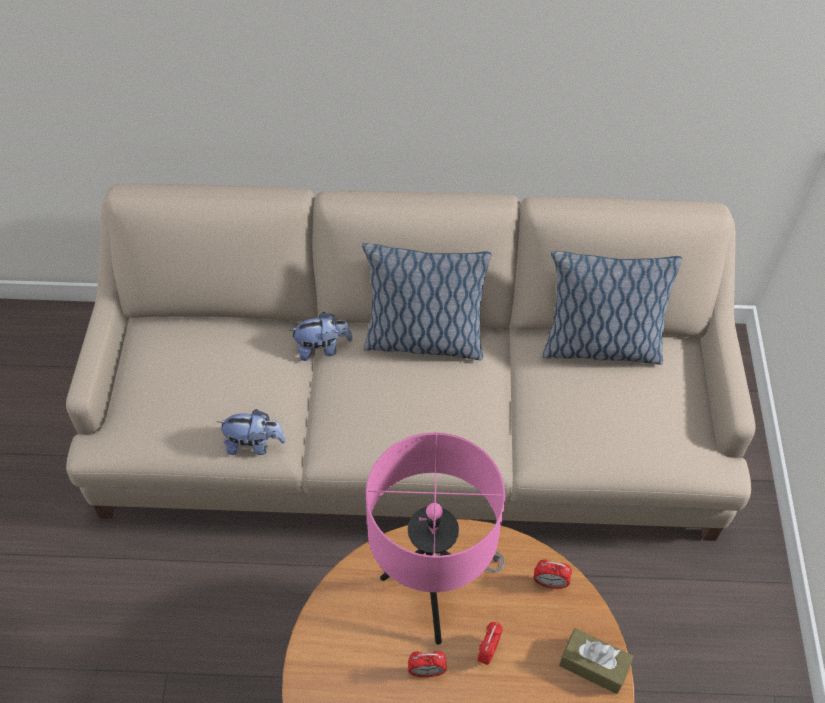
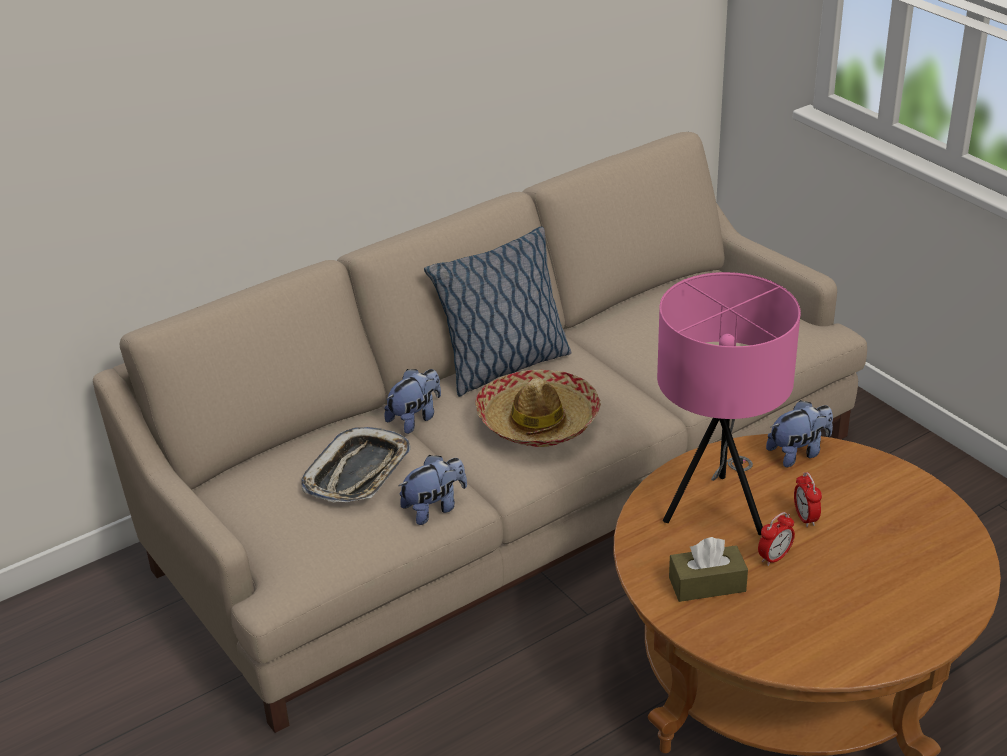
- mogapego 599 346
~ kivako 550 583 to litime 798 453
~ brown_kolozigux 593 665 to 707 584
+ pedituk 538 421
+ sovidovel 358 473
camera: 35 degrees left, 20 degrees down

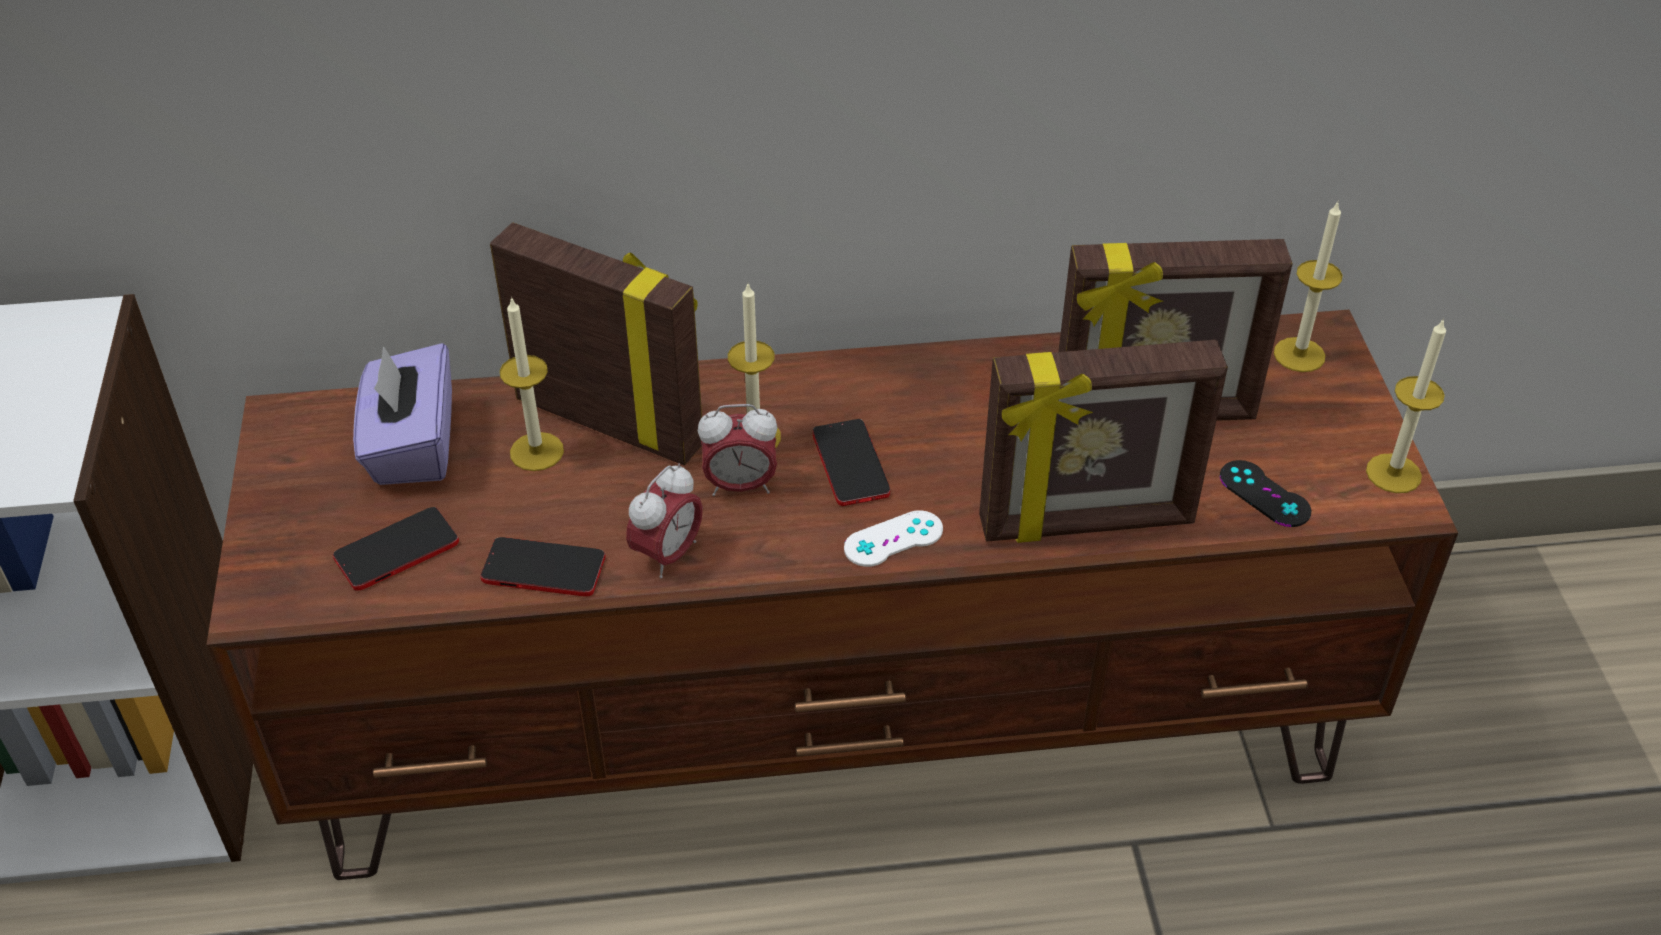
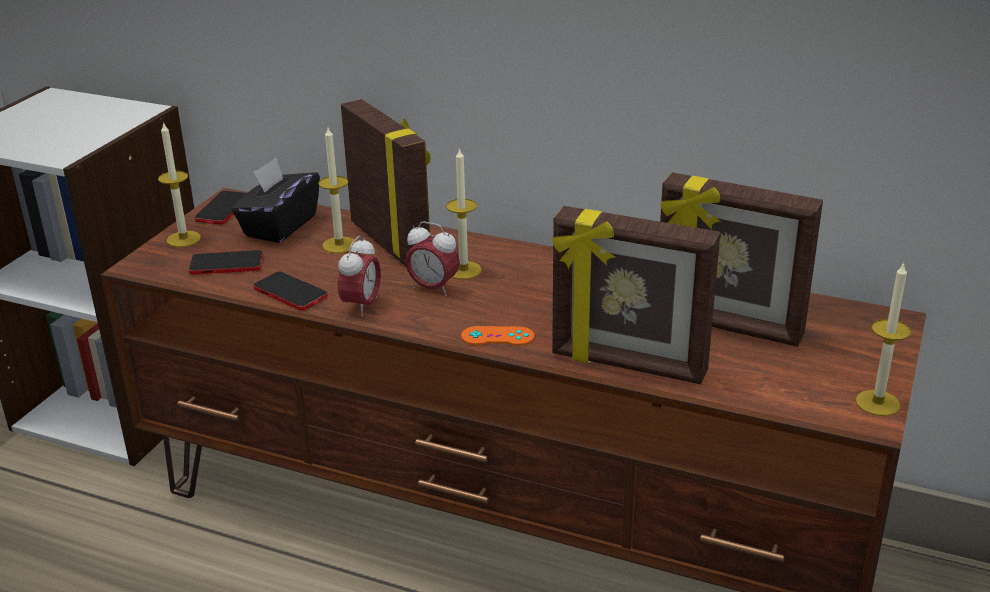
~ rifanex 1299 355 to 183 239
~ purple_kolozigux 412 446 to black_kolozigux 279 226
~ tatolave 850 464 to 223 209
- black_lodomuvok 1264 494
~ kivako 668 555 = 361 306 45 degrees counterclockwise
~ white_lodomuvok 893 539 to orange_lodomuvok 497 336
camera: 30 degrees right, 15 degrees down

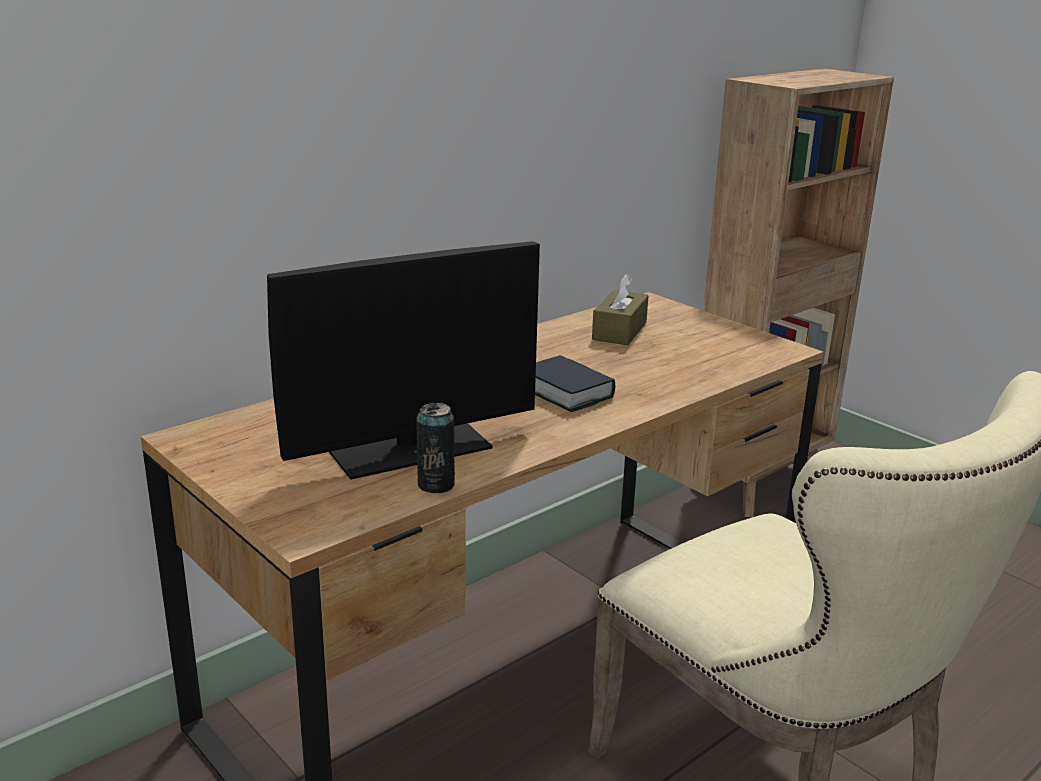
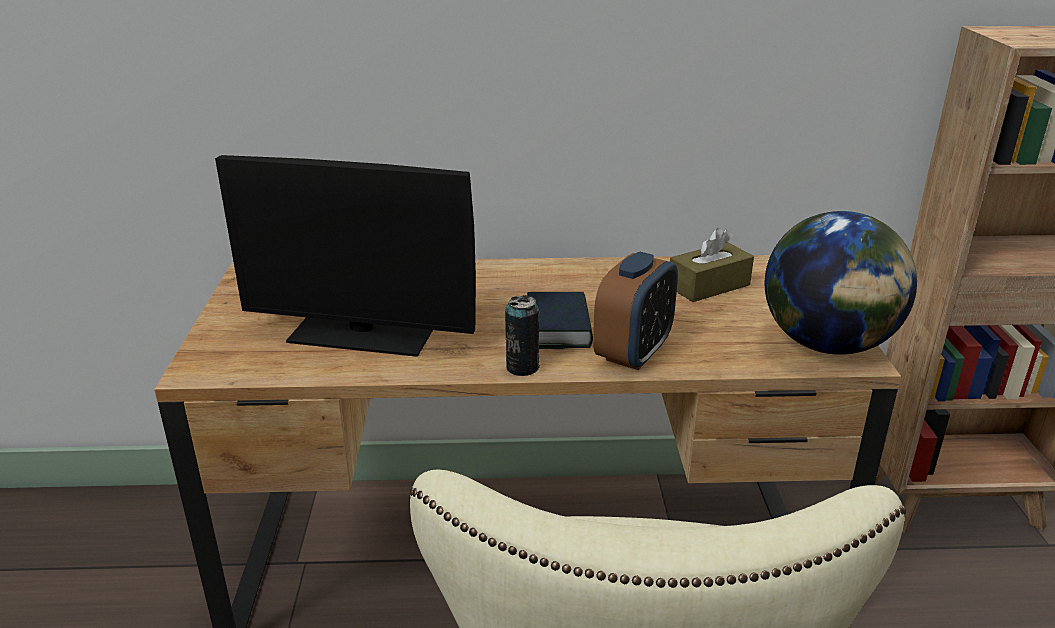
~ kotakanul 436 484 to 522 367
+ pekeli 828 344
+ kivako 633 353
camera: 40 degrees right, 5 degrees up

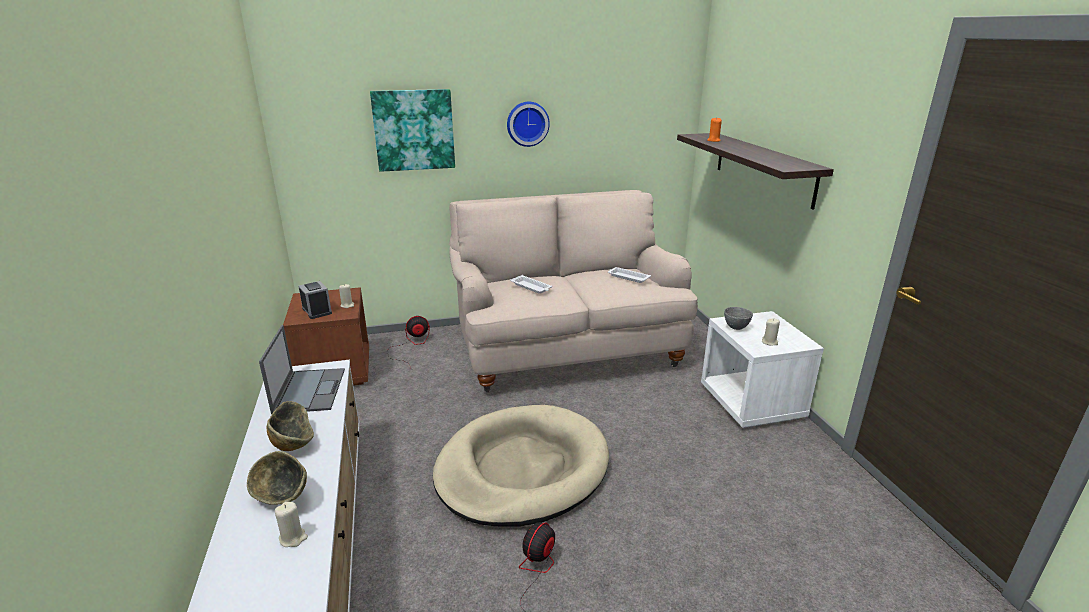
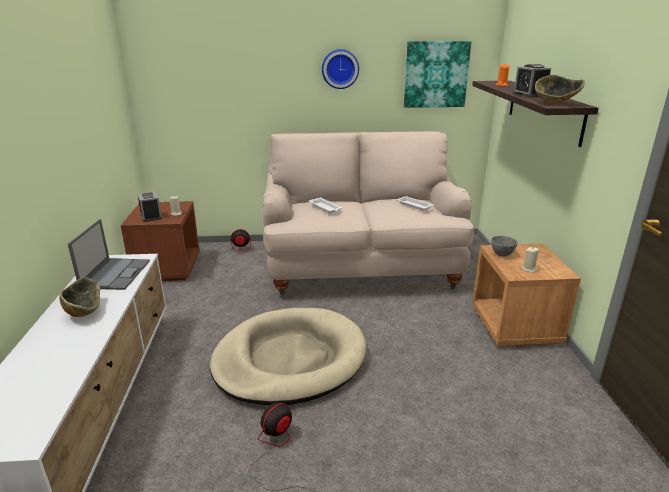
~ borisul 414 130 to 436 74
~ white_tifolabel 752 403 to brown_tifolabel 515 326
~ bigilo 284 499 to 555 104
- beige_rifanex 293 538
+ kivako 529 95
camera: 10 degrees right, 0 degrees up

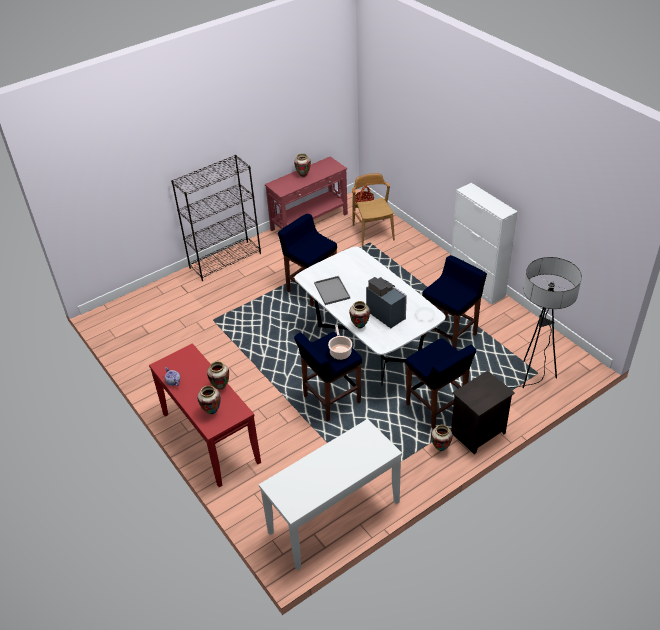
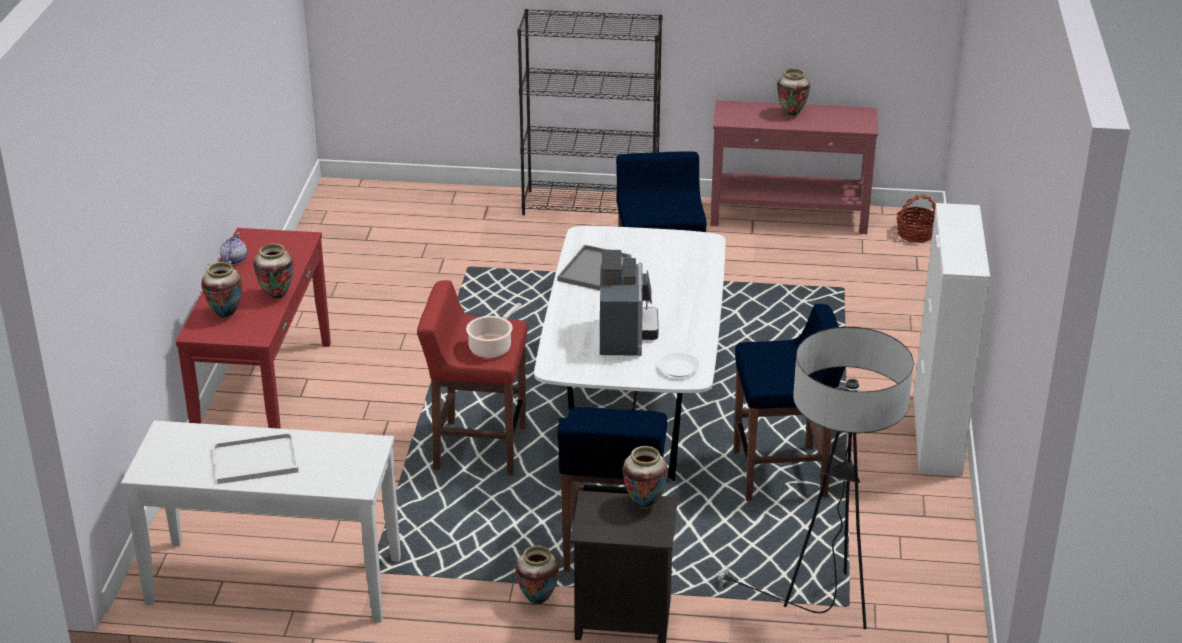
- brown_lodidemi 373 232
~ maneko 360 326 to 644 504
~ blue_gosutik 331 399 to red_gosutik 478 448
+ white_sovidovel 253 461
camera: 40 degrees right, 10 degrees down

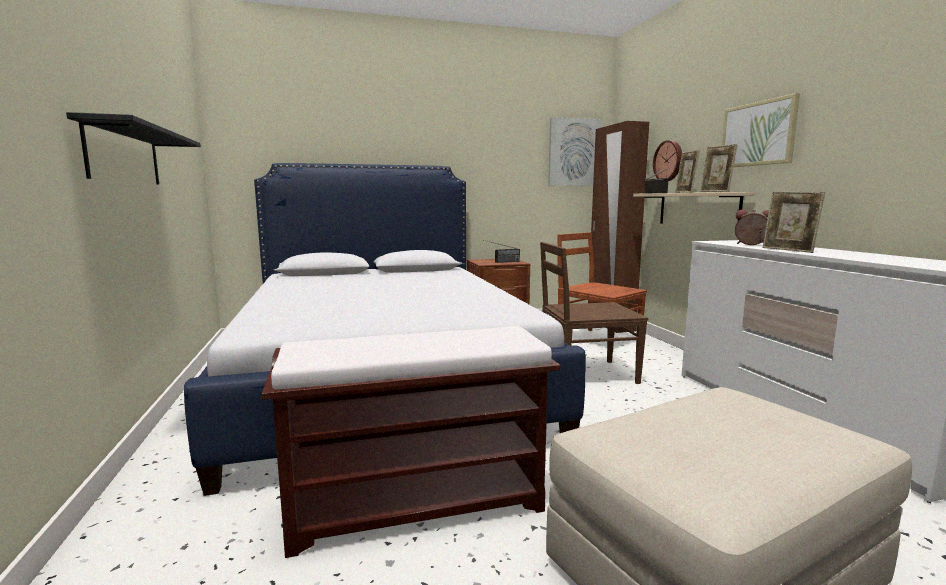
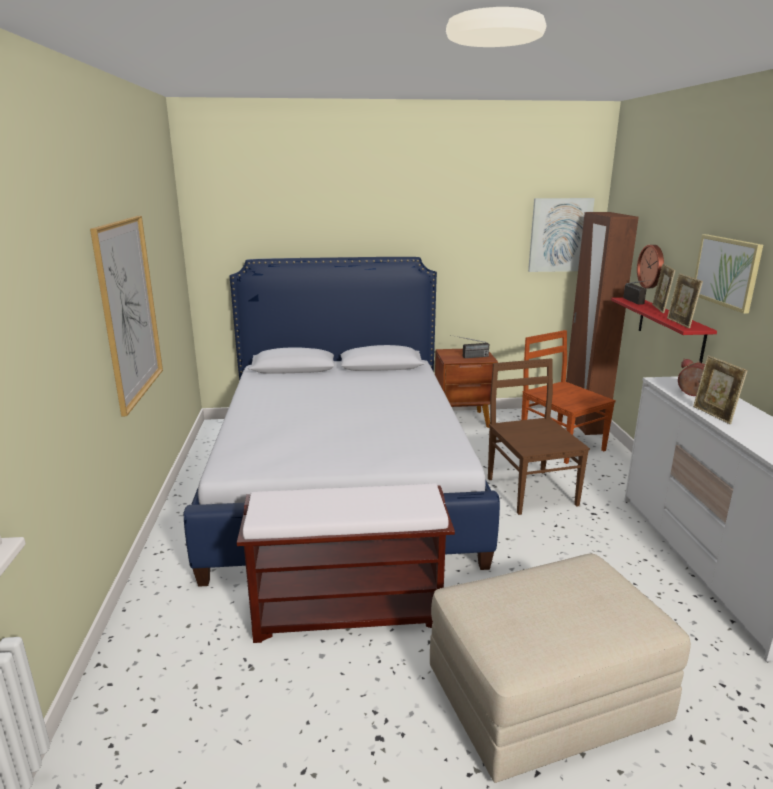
~ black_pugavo 124 156 to borisul 129 310
~ beige_pugavo 697 209 to red_pugavo 670 328
~ brown_lodidemi 586 374 = 530 490 75 degrees clockwise
camera: 10 degrees right, 10 degrees up

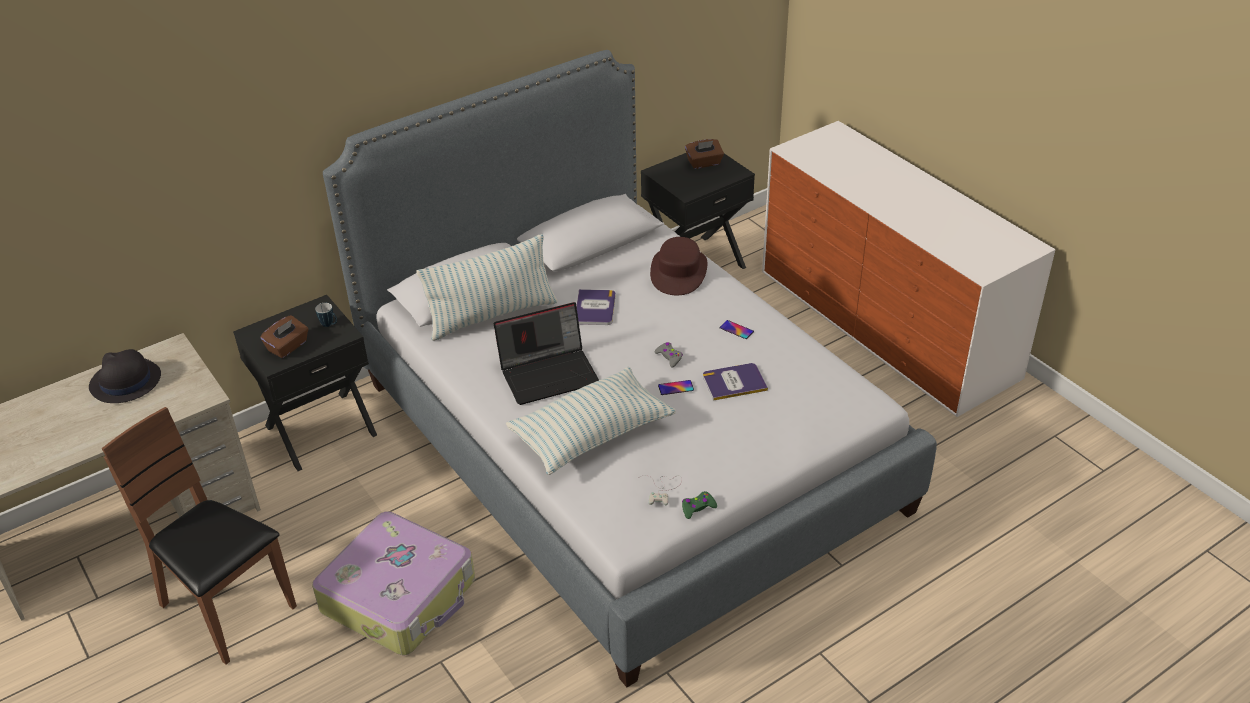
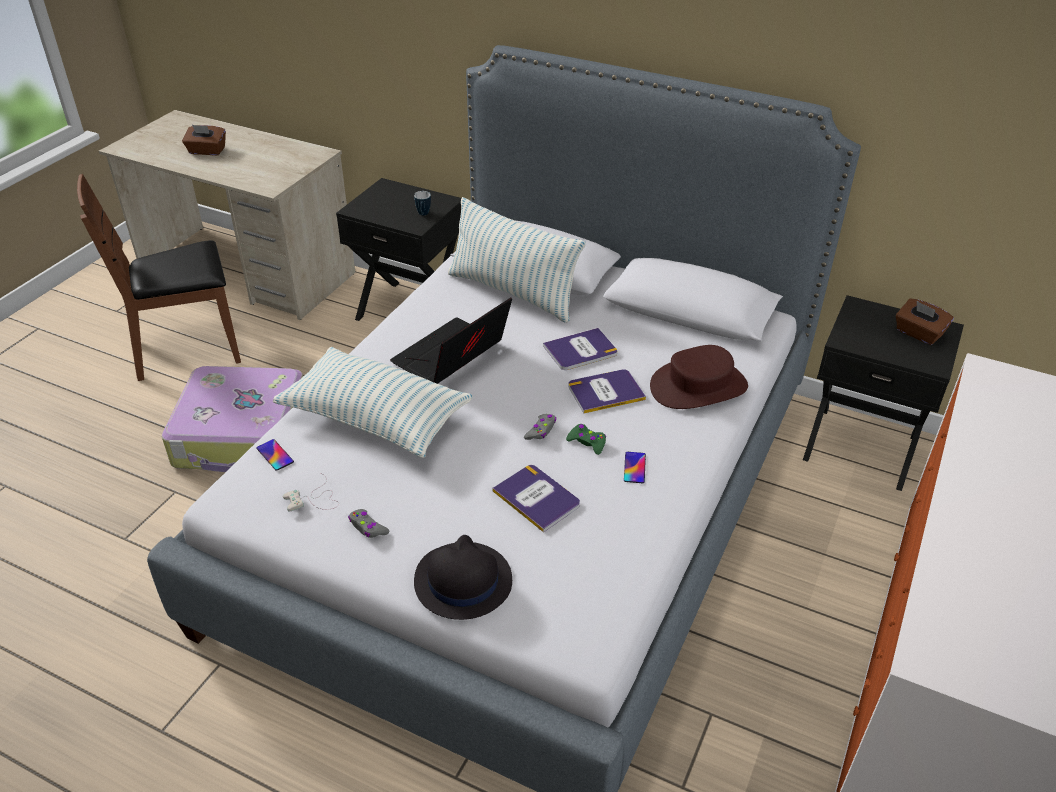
~ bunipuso 549 373 = 451 357 90 degrees clockwise
~ brown_kolozigux 288 347 to 207 151
~ black_pedituk 125 382 to 462 581
~ tatolave 676 388 to 275 455
~ brown_lodidemi 227 608 = 188 350 120 degrees counterclockwise
~ green_lodomuvok 697 508 to 587 442
+ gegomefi 605 392
+ grey_lodomuvok 368 527
camera: 60 degrees right, 0 degrees up

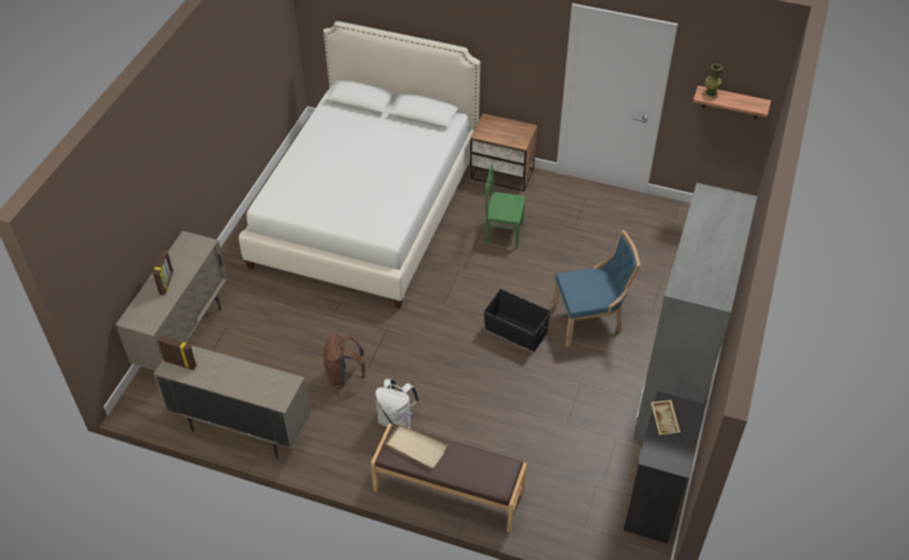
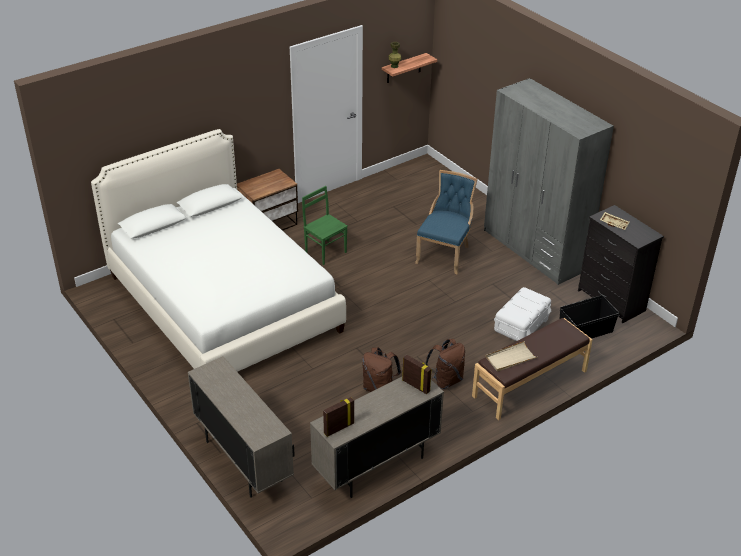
~ green_lodidemi 503 233 = 326 252 90 degrees clockwise
~ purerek 167 283 to 416 385
~ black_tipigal 515 331 to 586 331
~ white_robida 397 420 to brown_robida 446 380
+ white_tipigal 521 325
camera: 55 degrees left, 10 degrees down

